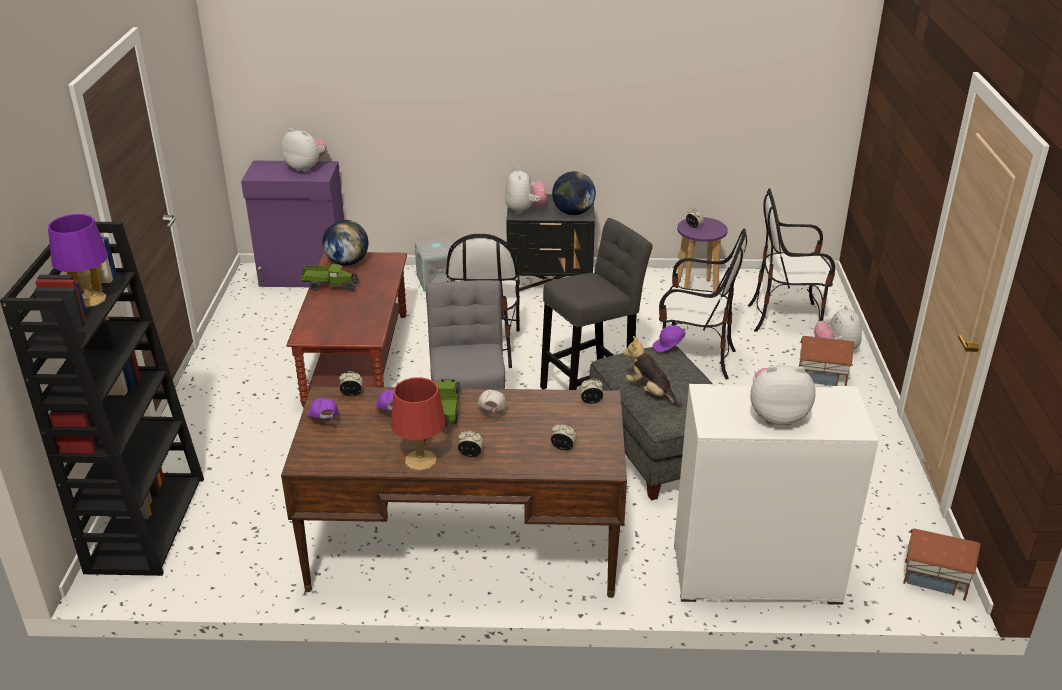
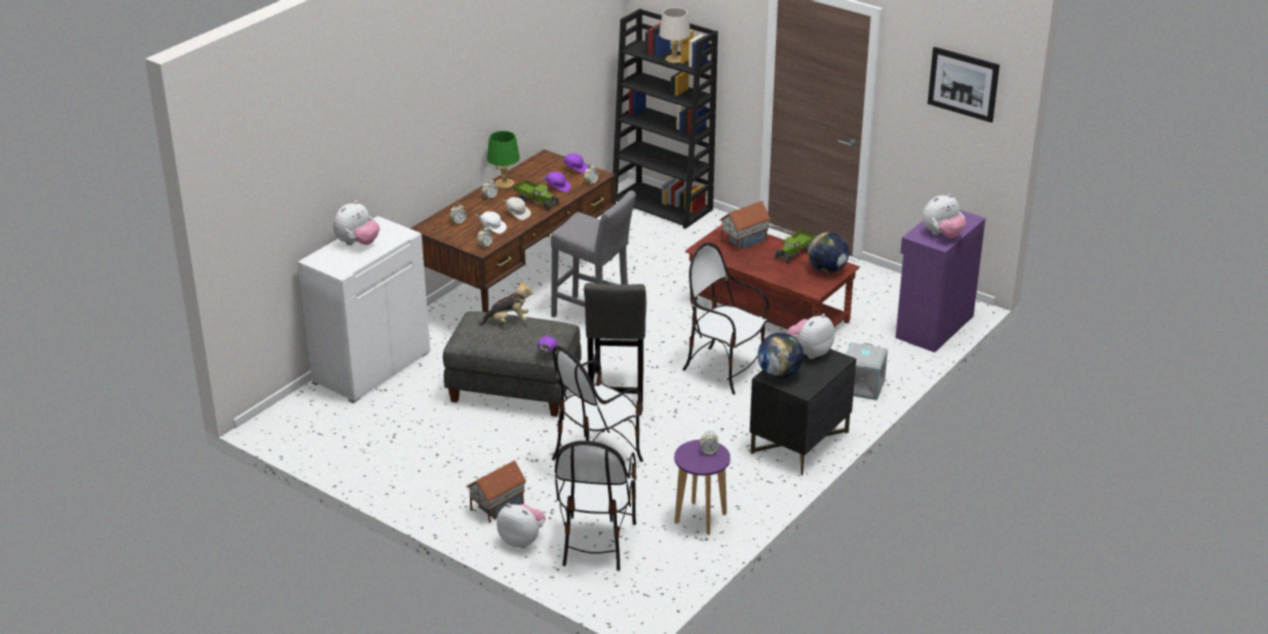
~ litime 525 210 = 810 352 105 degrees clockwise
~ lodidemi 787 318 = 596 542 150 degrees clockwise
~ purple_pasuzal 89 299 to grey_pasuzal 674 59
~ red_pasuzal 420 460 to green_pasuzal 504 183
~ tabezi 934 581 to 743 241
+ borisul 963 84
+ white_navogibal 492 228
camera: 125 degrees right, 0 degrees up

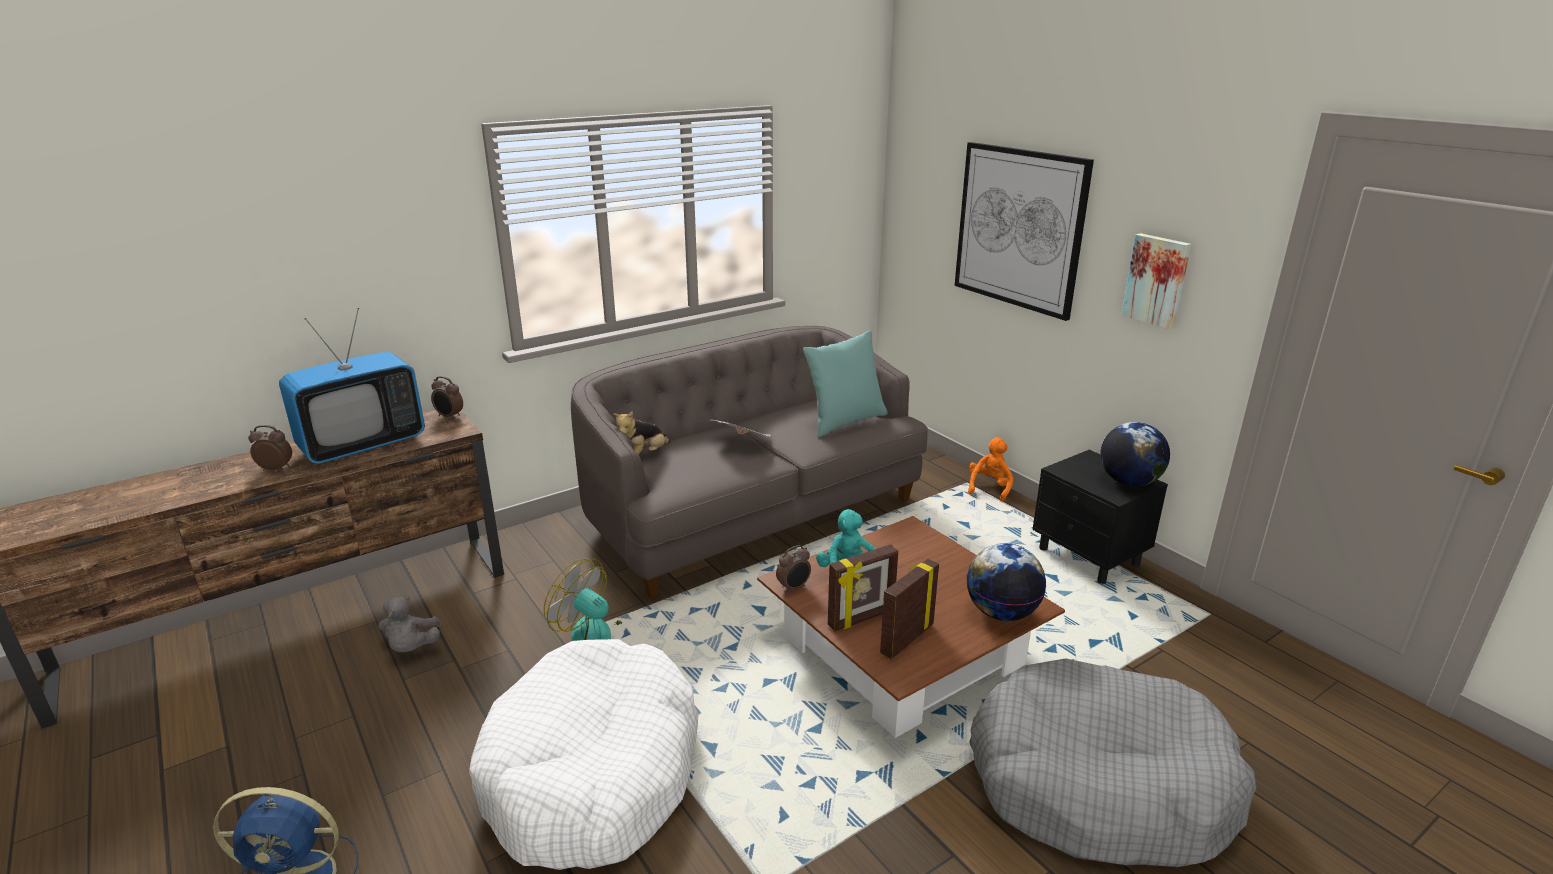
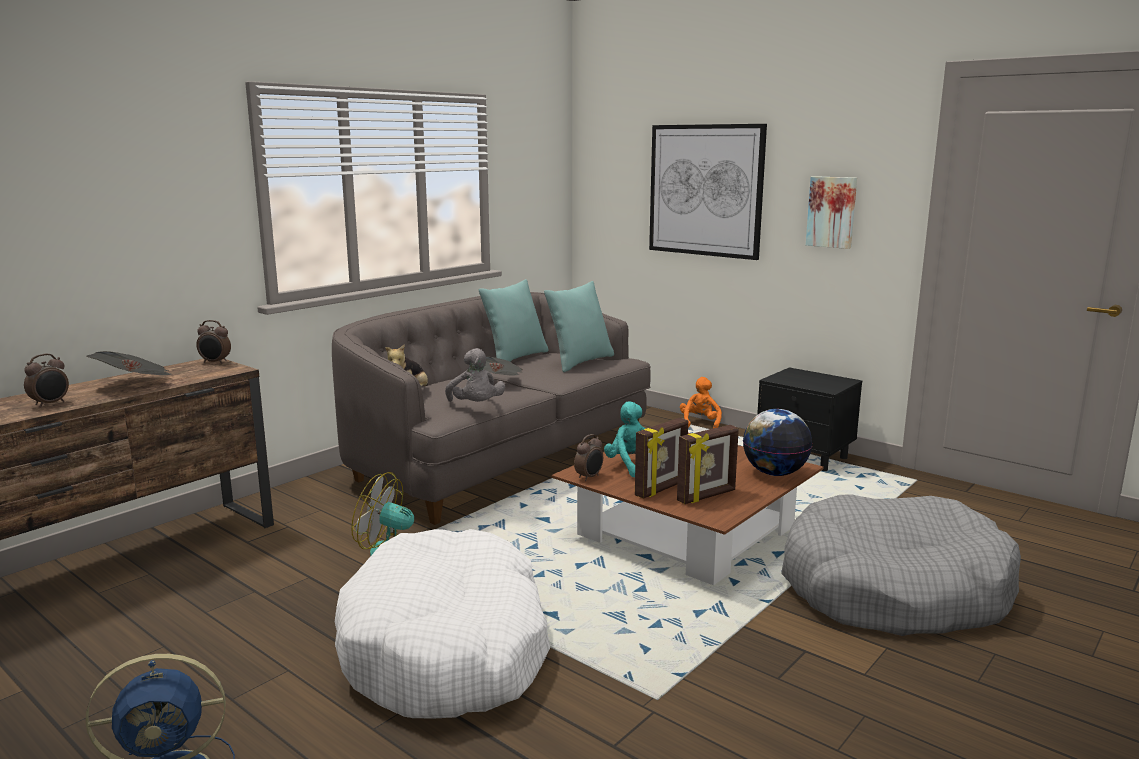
~ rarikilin 363 445 to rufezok 136 384
- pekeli 1128 482
~ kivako 276 469 = 50 404 135 degrees clockwise
~ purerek 906 638 = 707 496 150 degrees counterclockwise
~ grey_litime 412 647 to 476 406
+ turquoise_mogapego 515 358
camera: 15 degrees left, 10 degrees down

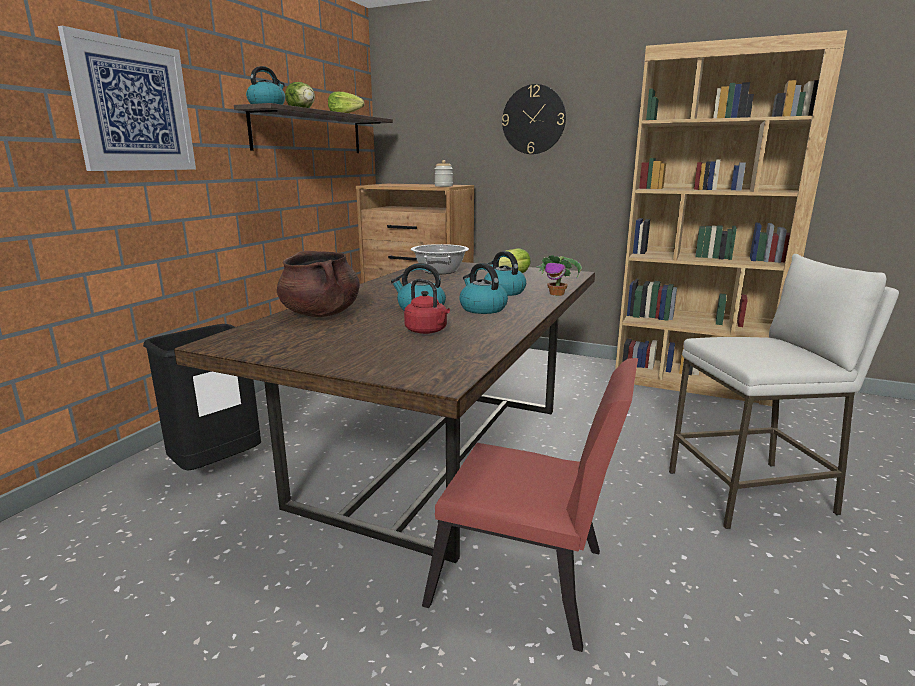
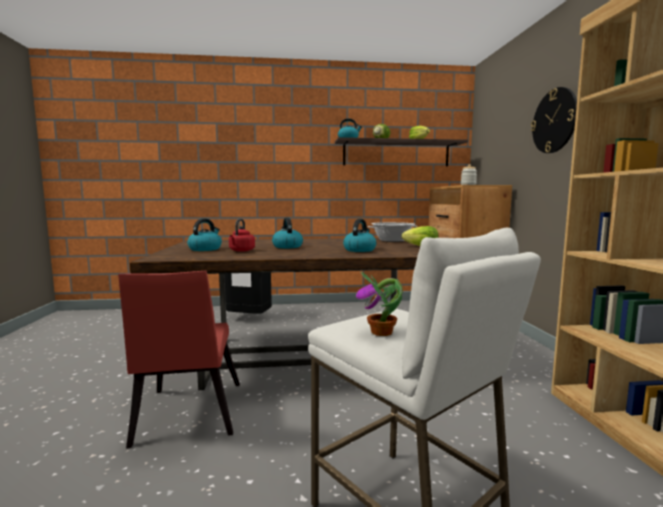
- borisul 133 107
- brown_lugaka 321 314
~ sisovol 557 294 to 382 332
~ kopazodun 482 308 to 205 249
camera: 60 degrees right, 10 degrees down

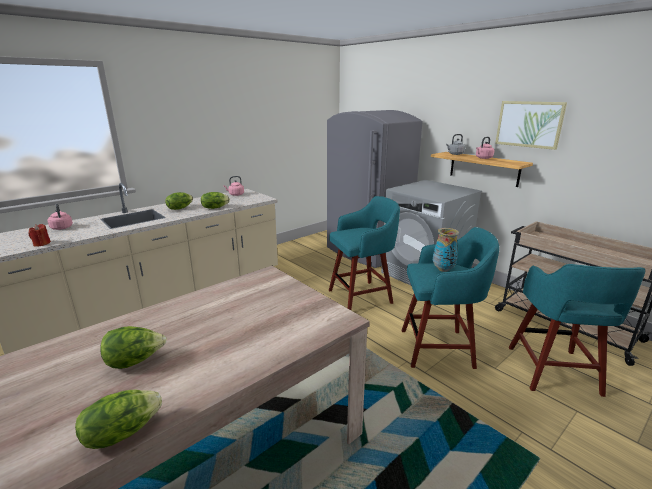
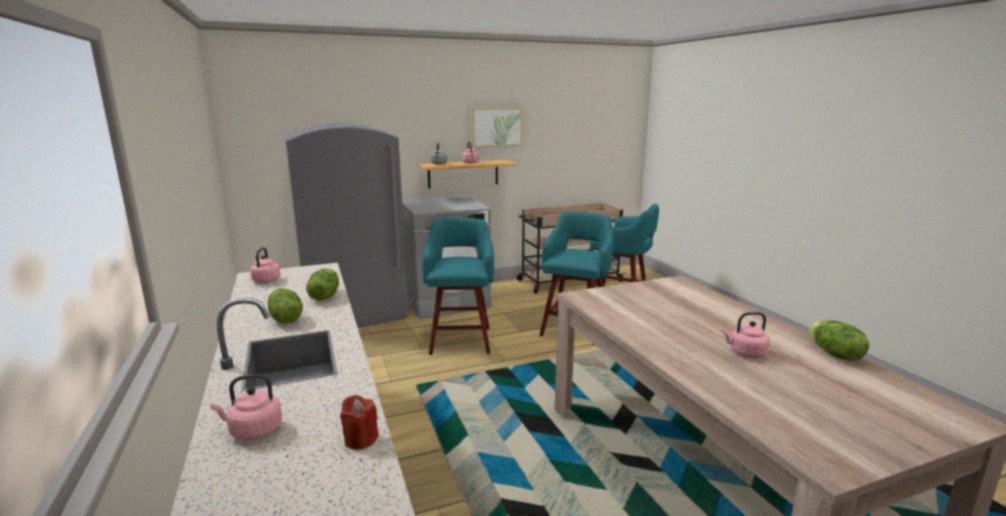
- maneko 443 269
~ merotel 135 361 to pink_kopazodun 745 353
camera: 70 degrees left, 5 degrees down

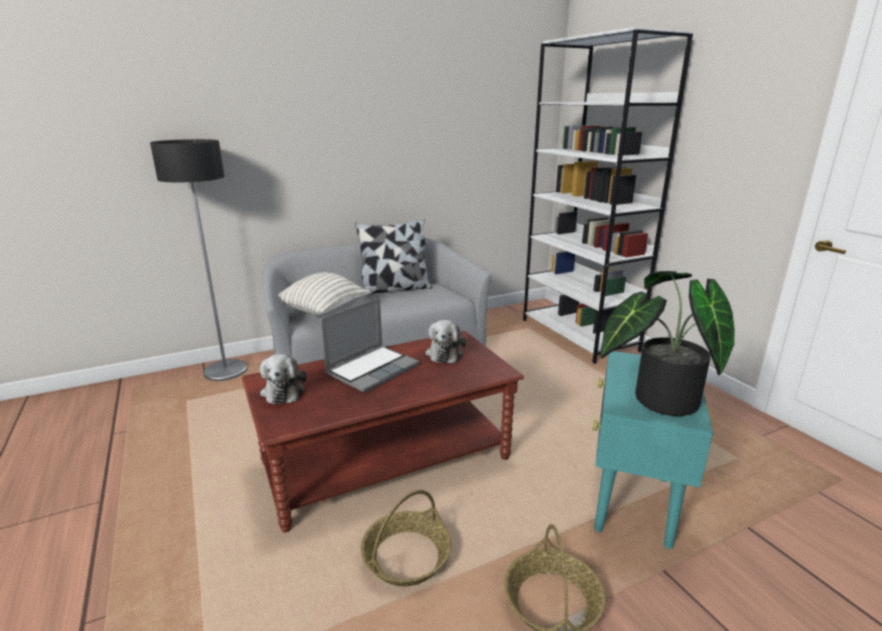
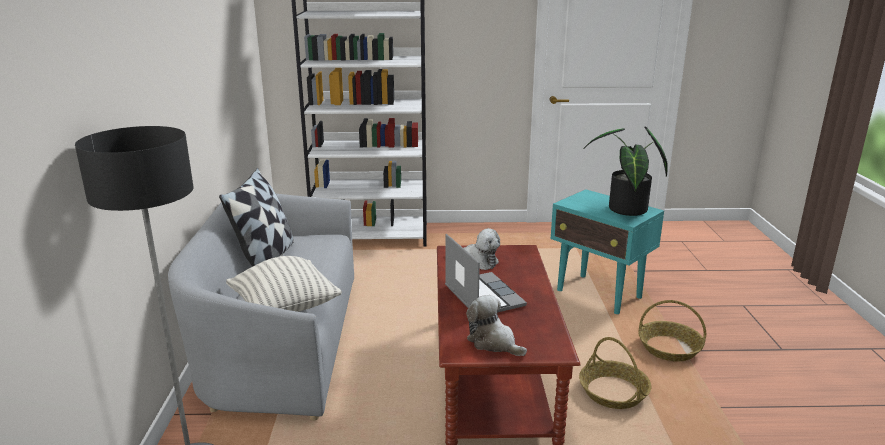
~ litime 283 391 = 493 342 150 degrees counterclockwise
camera: 65 degrees left, 0 degrees up

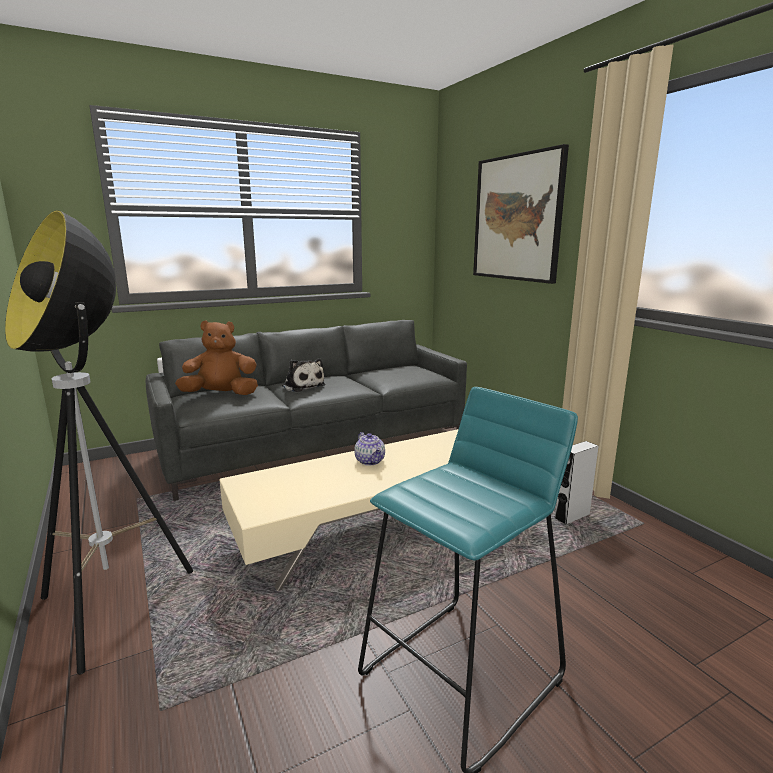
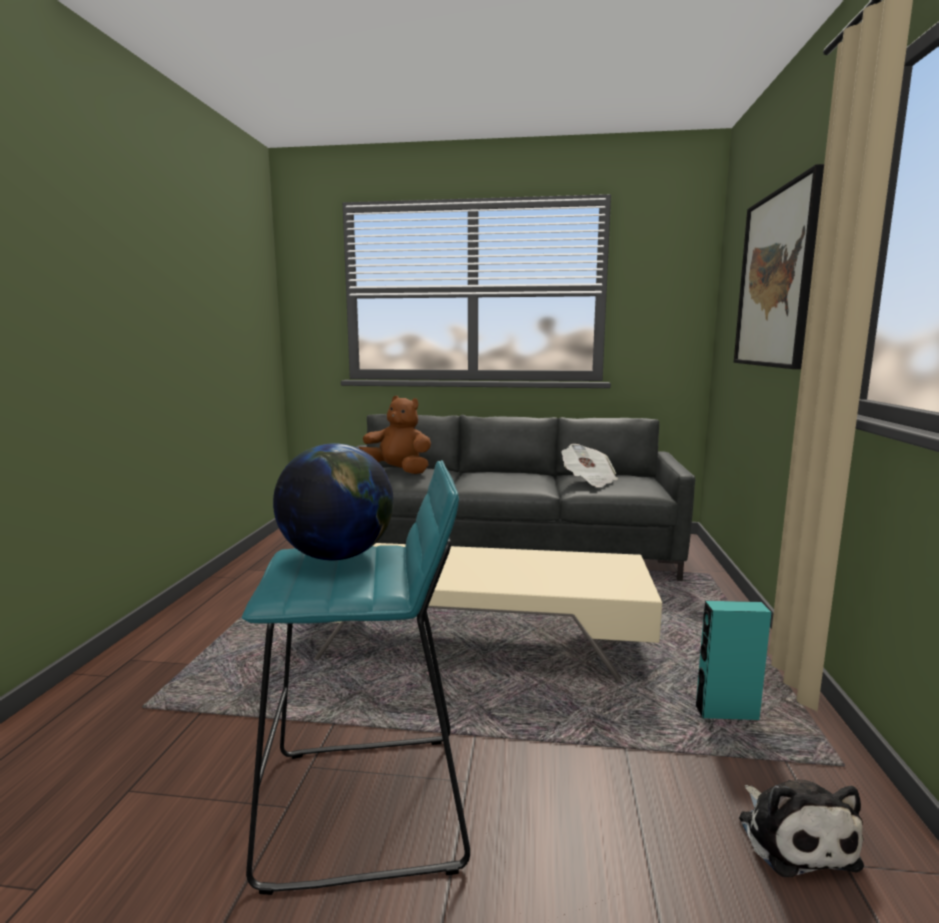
- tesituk 114 608
~ litime 302 386 to 793 837
- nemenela 370 461
~ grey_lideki 572 517 to turquoise_lideki 726 714
+ pekeli 337 556
+ rufezok 588 480
camera: 35 degrees right, 5 degrees down

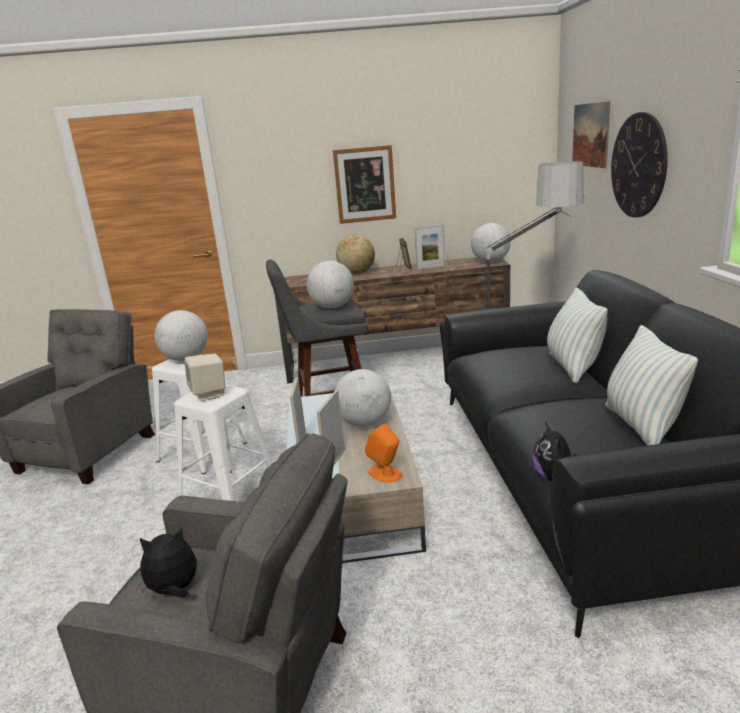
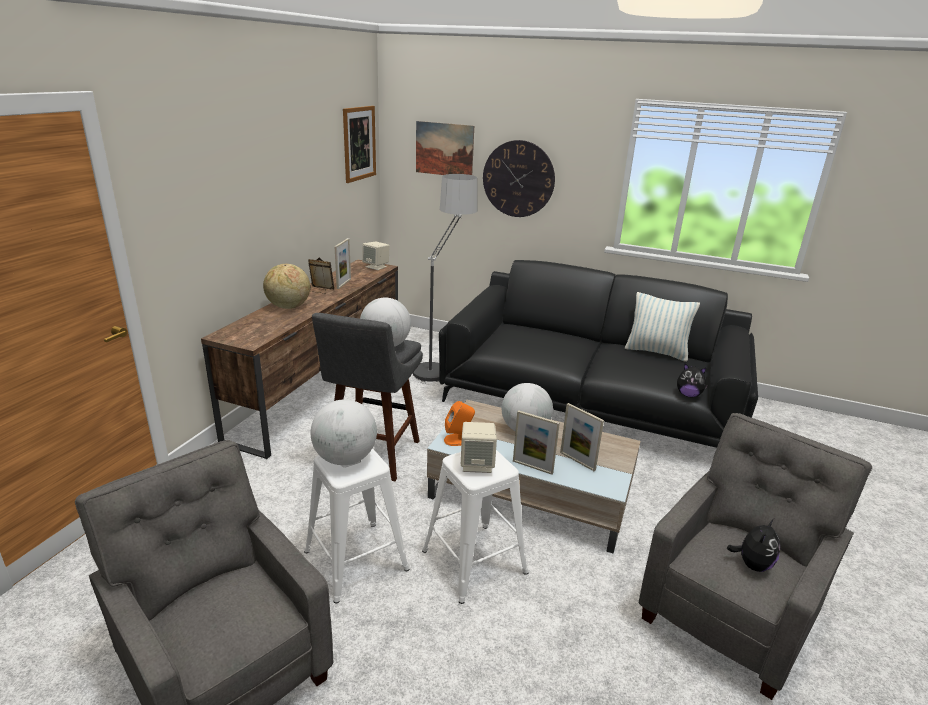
~ borisul 365 184 to 359 143
~ pekeli 491 262 to beige_lideki 376 267
- mogapego 573 367
~ orange_lideki 385 473 to 458 439
~ litime 174 591 = 752 564 150 degrees counterclockwise
camera: 65 degrees left, 5 degrees up

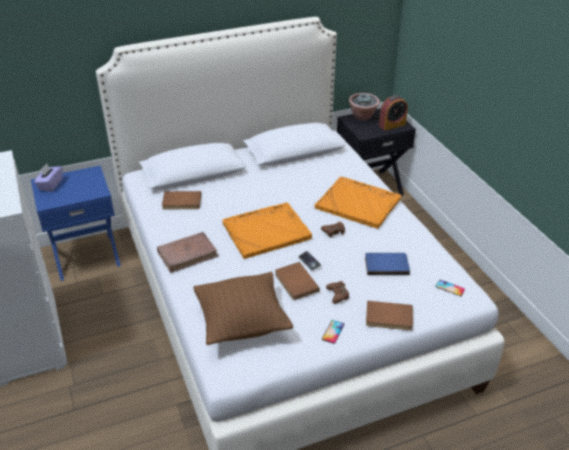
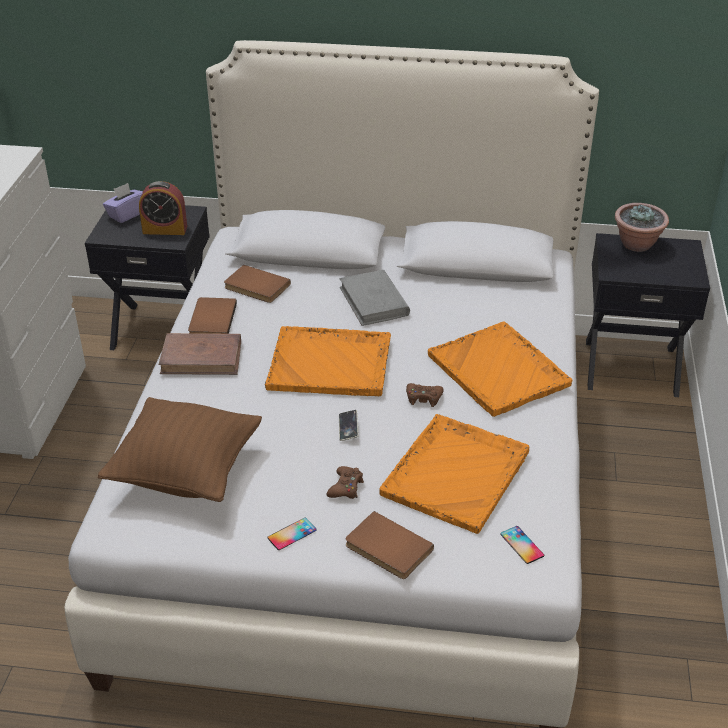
~ kivako 392 125 to 165 229
~ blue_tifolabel 86 256 to black_tifolabel 162 329
~ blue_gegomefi 386 264 to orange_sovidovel 456 473
~ brown_gegomefi 295 283 to 210 320
+ grey_gegomefi 374 301
camera: 30 degrees right, 0 degrees up

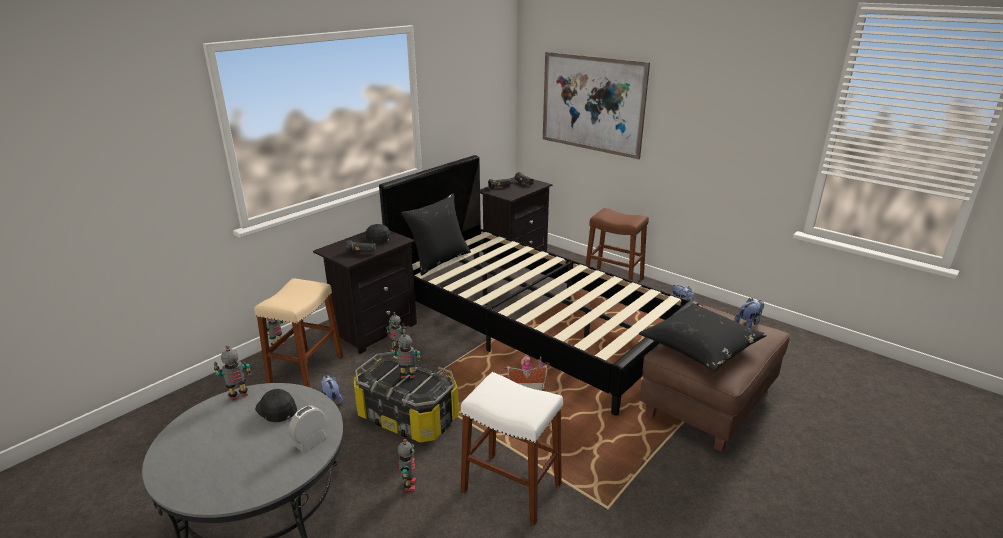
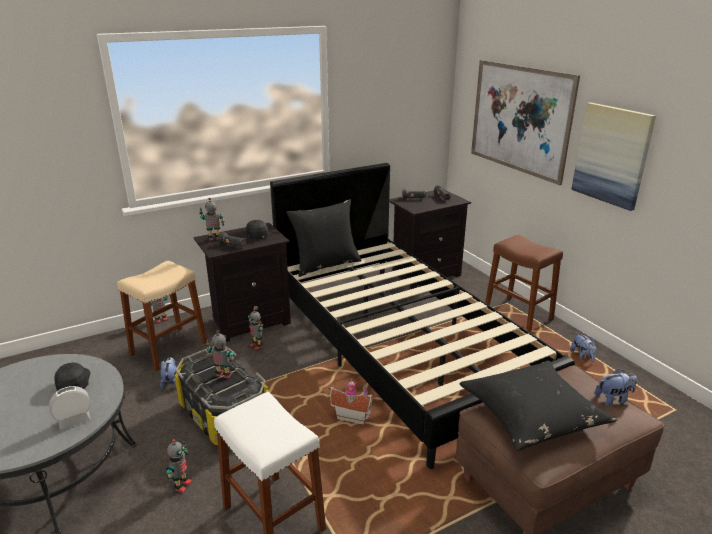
~ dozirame 239 396 to 214 239
+ borisul 612 155
camera: 20 degrees right, 0 degrees up

